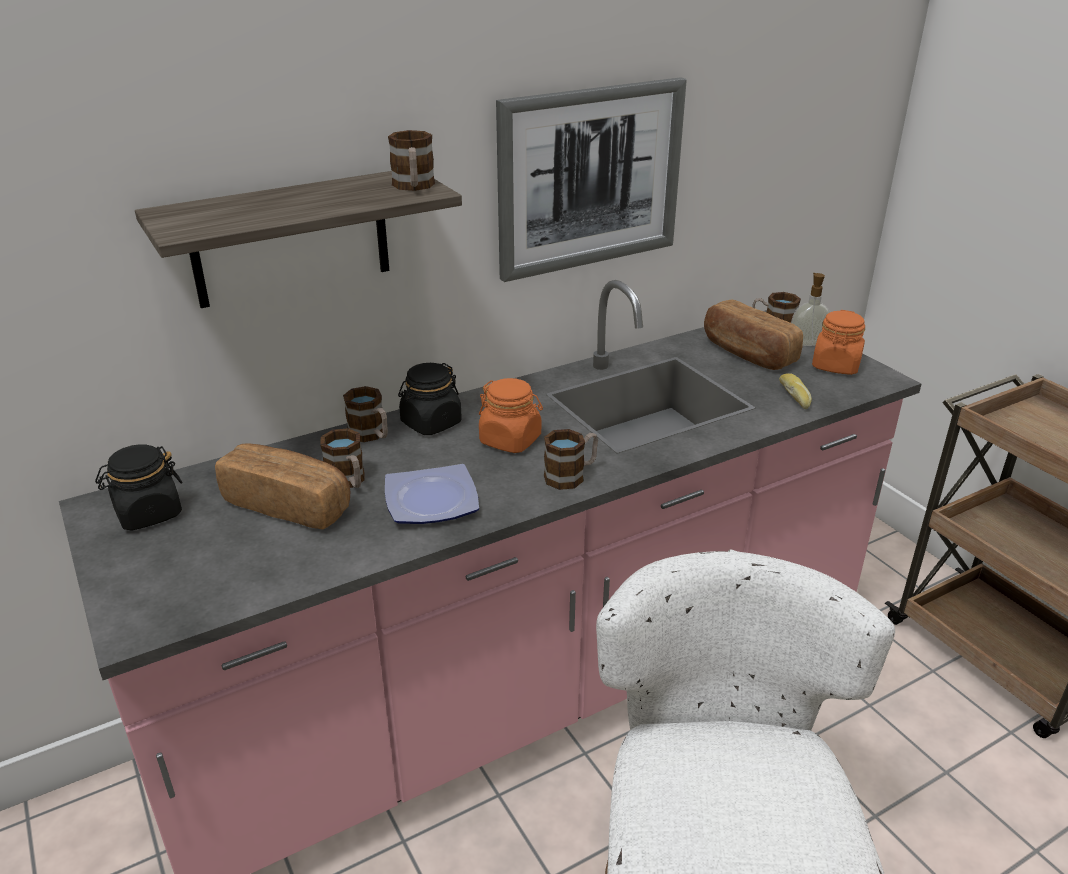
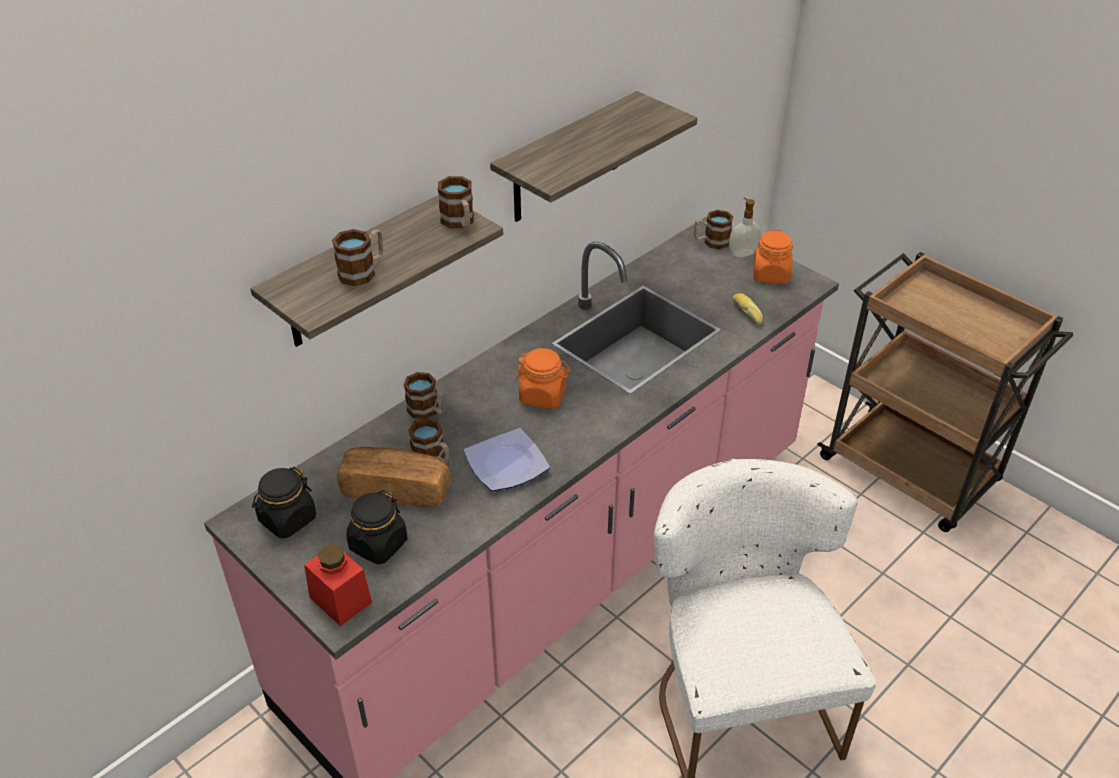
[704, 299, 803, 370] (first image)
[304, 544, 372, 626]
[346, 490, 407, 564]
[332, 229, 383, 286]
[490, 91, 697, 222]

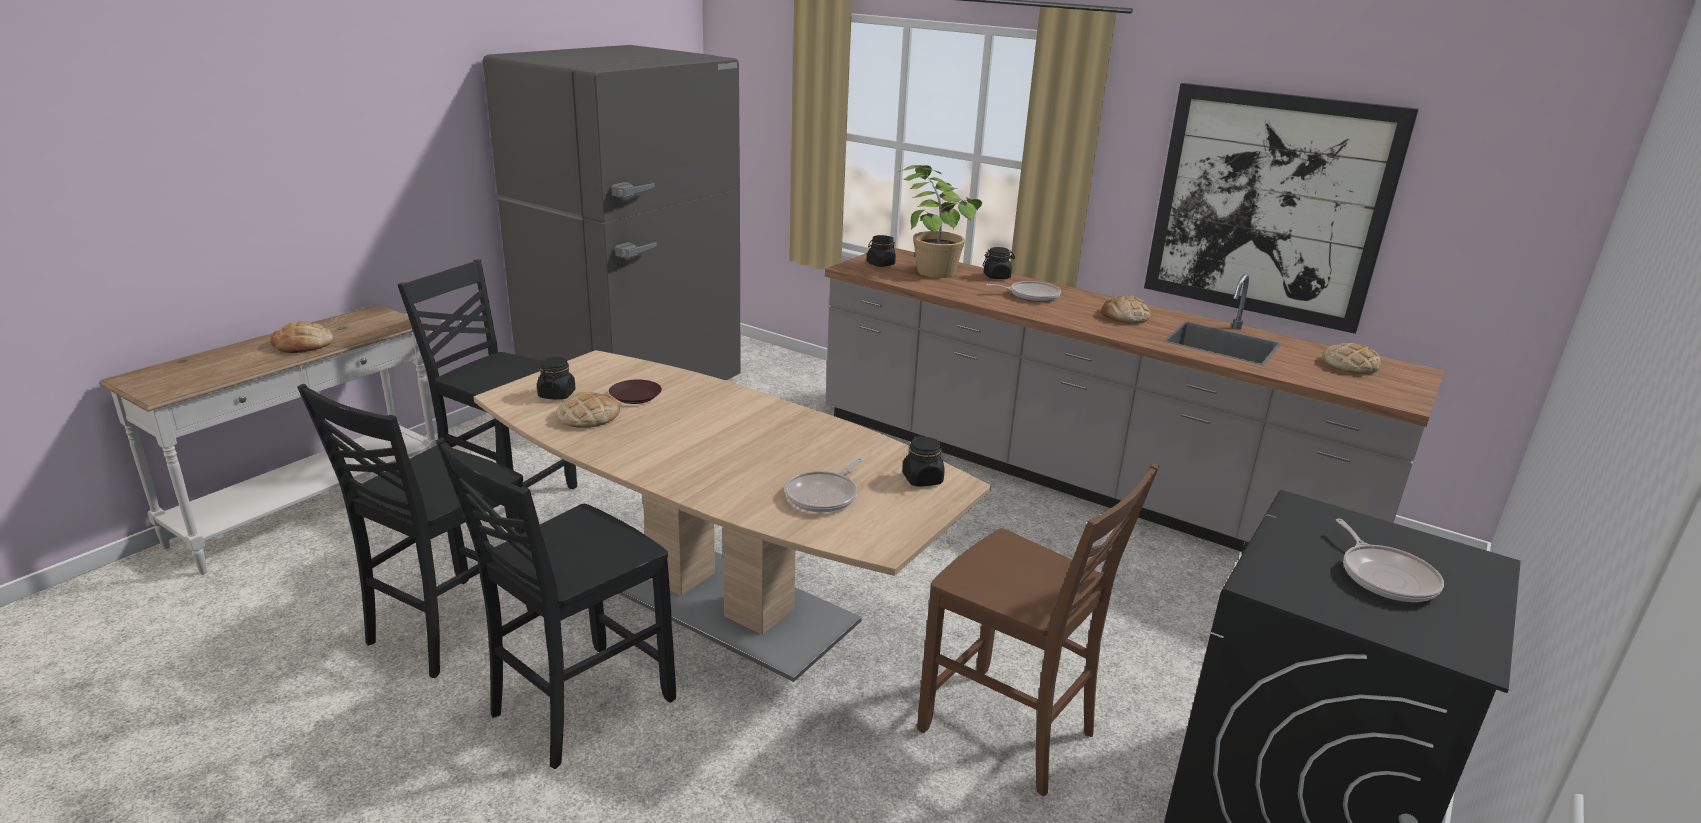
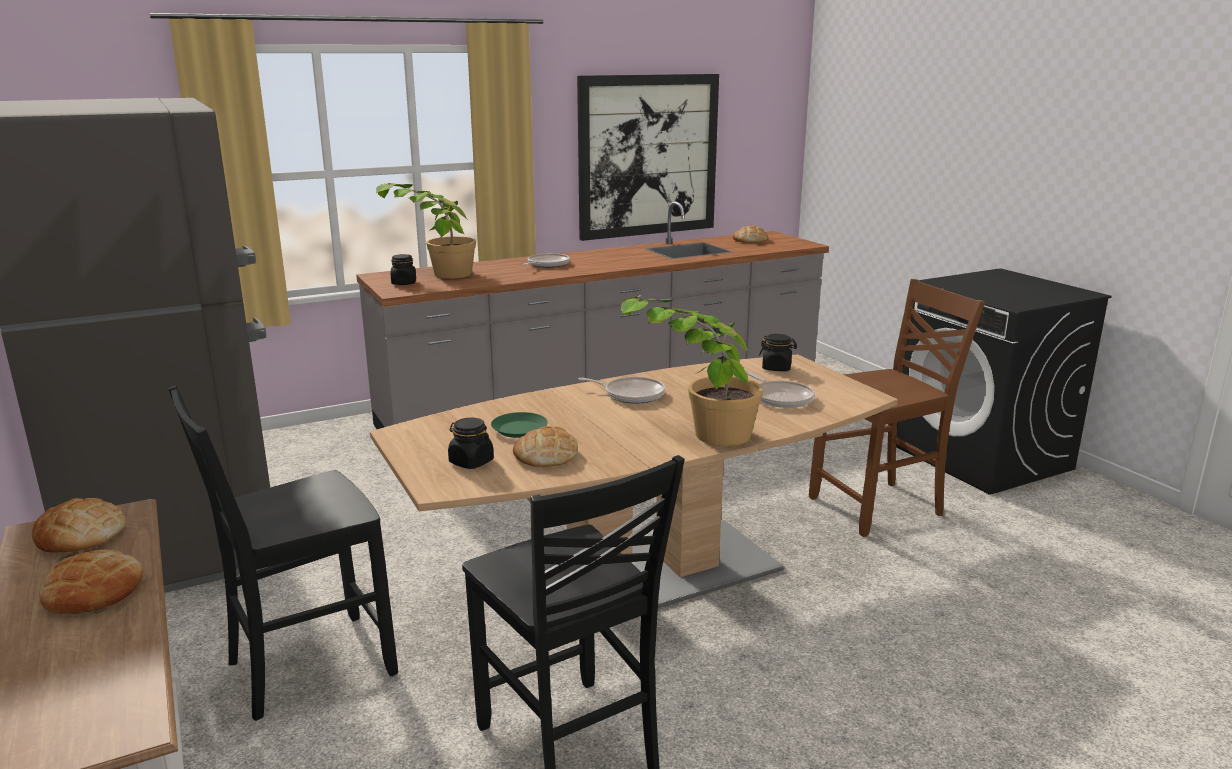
[435, 438, 676, 769] (first image)
[983, 247, 1015, 279] (first image)
[621, 295, 763, 446]
[32, 498, 126, 553]
[579, 377, 665, 404]
[491, 412, 548, 438]

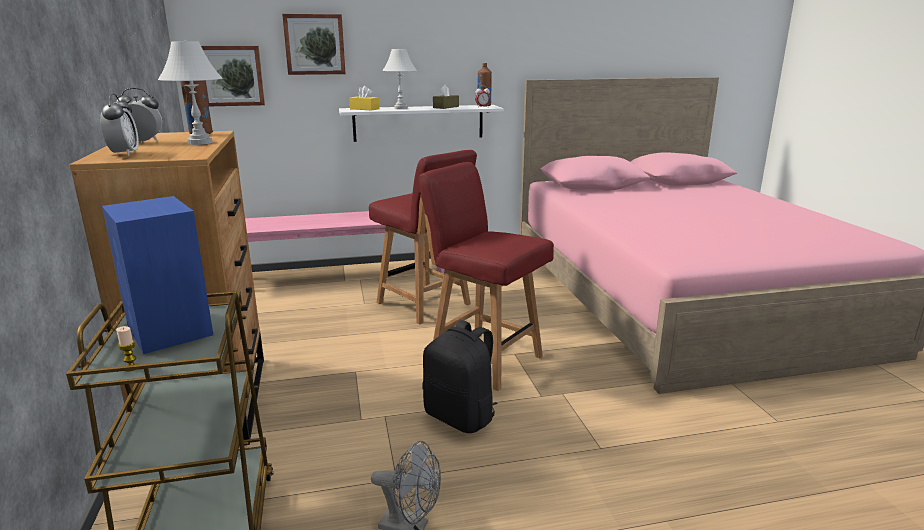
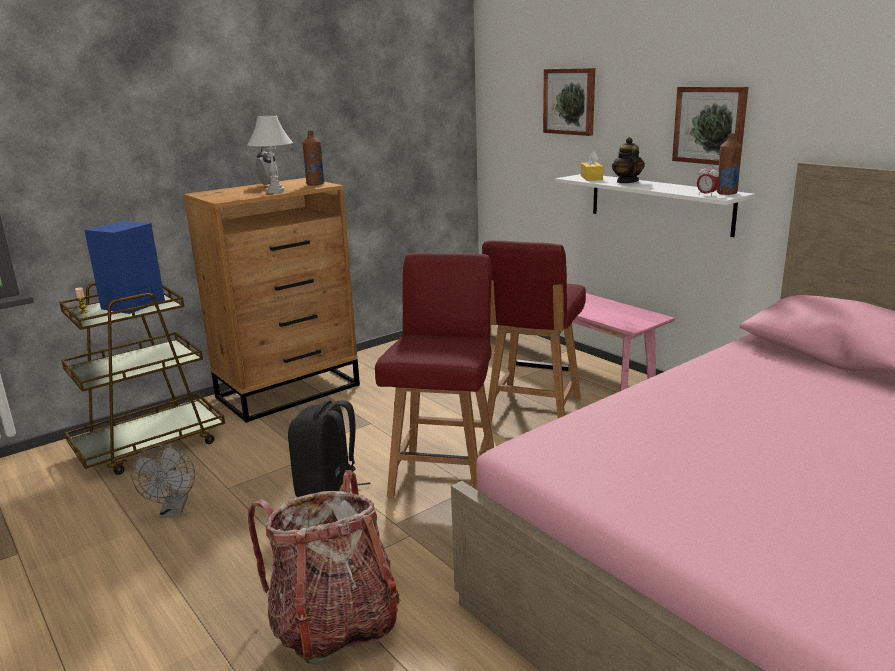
[100, 94, 139, 156] (first image)
[433, 85, 459, 109] (first image)
[248, 470, 400, 666]
[672, 87, 748, 165]
[612, 137, 645, 183]

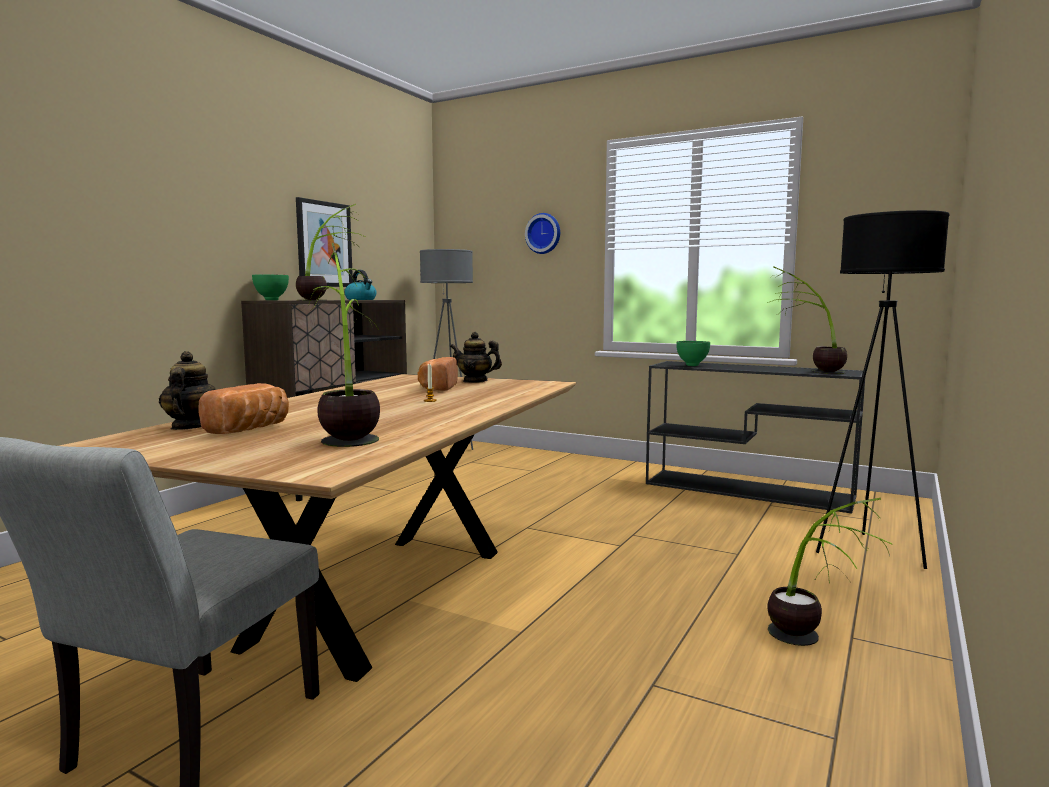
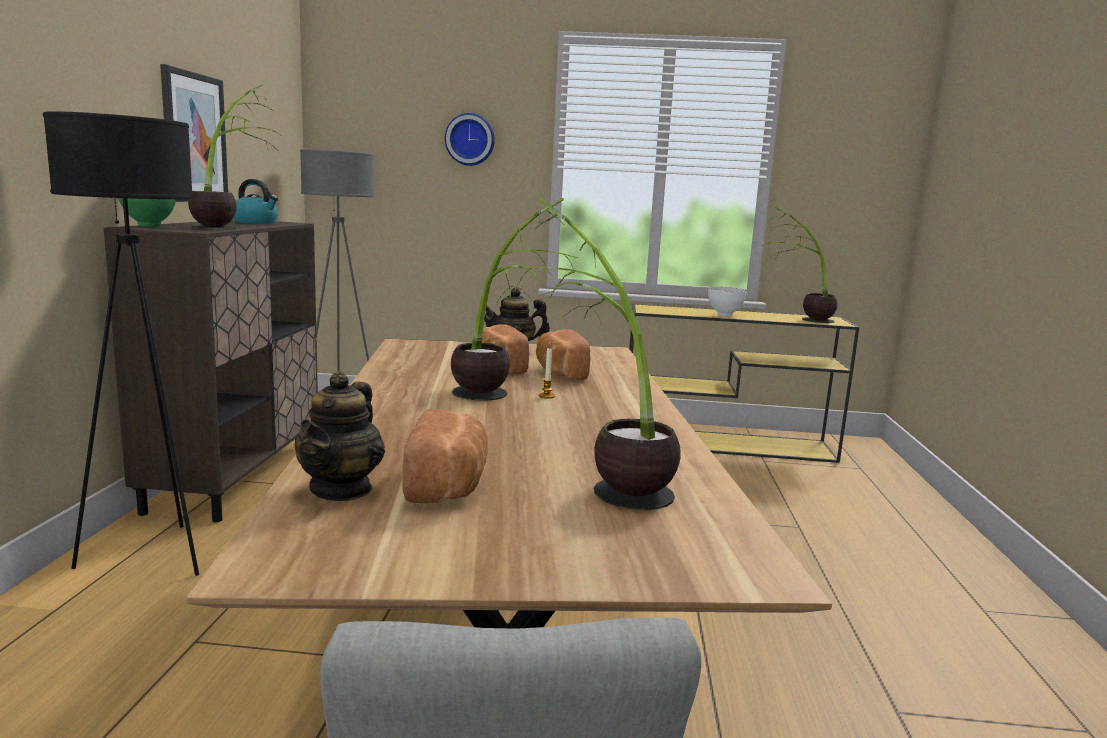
[676, 341, 710, 366] (first image)
[536, 329, 590, 380]
[708, 287, 747, 317]
[451, 198, 577, 401]
[43, 111, 199, 576]
[629, 304, 859, 463]
[294, 371, 385, 501]

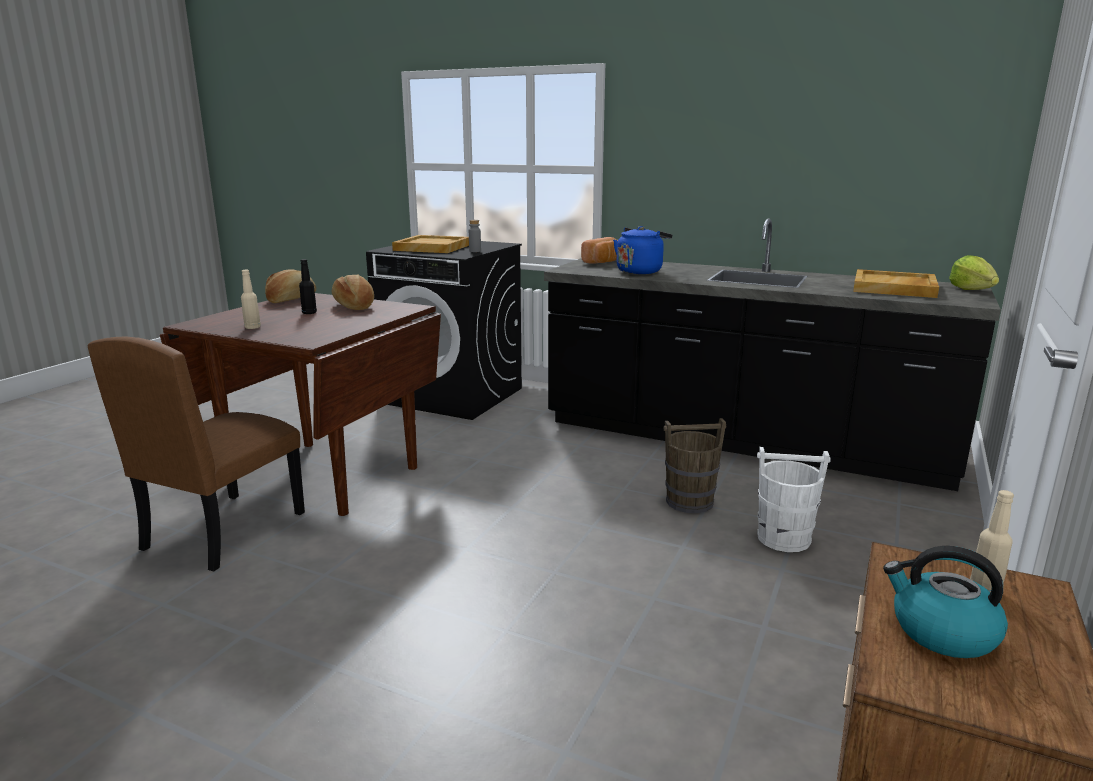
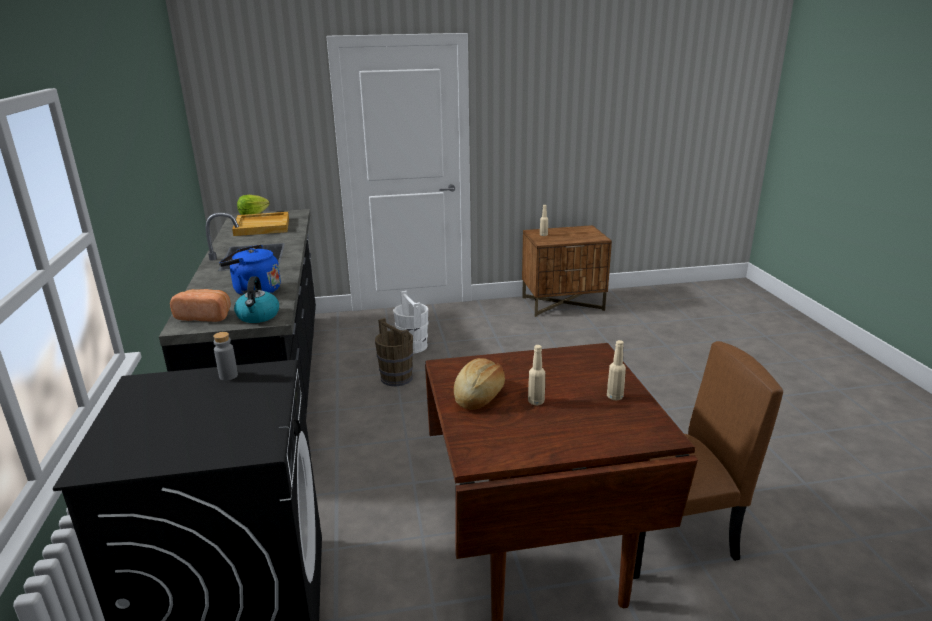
[265, 269, 316, 303] (first image)
[392, 235, 469, 253] (first image)
[234, 276, 279, 323]
[528, 345, 545, 405]

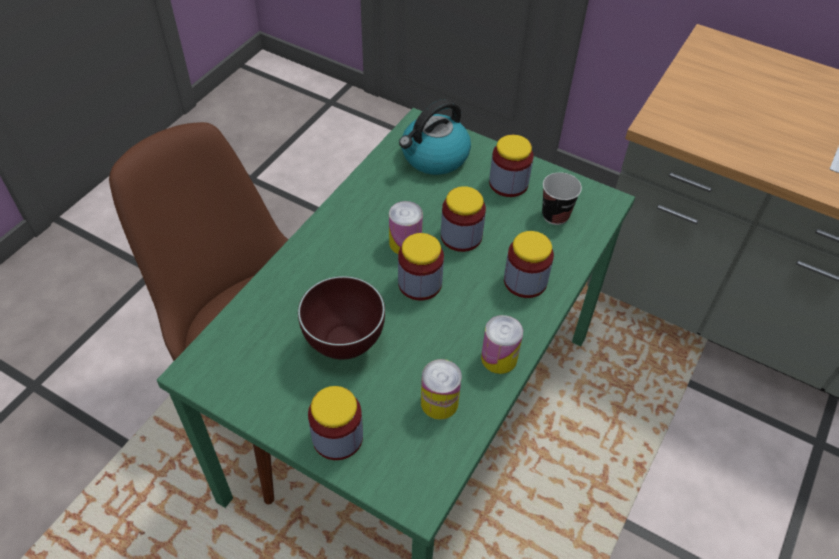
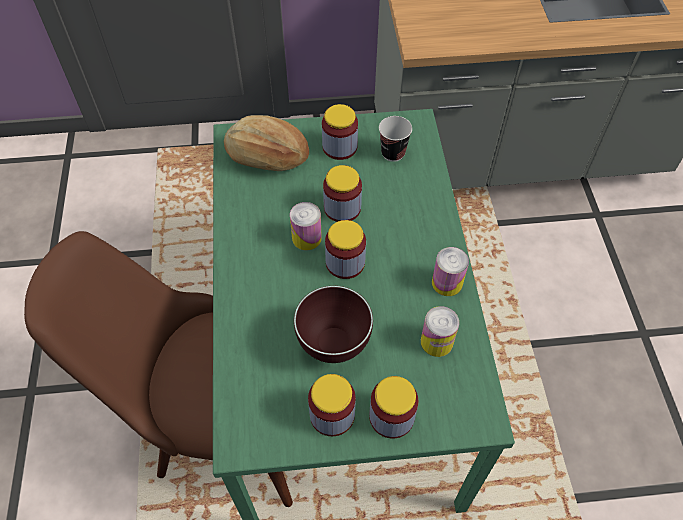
[308, 374, 356, 436]
[224, 115, 309, 171]

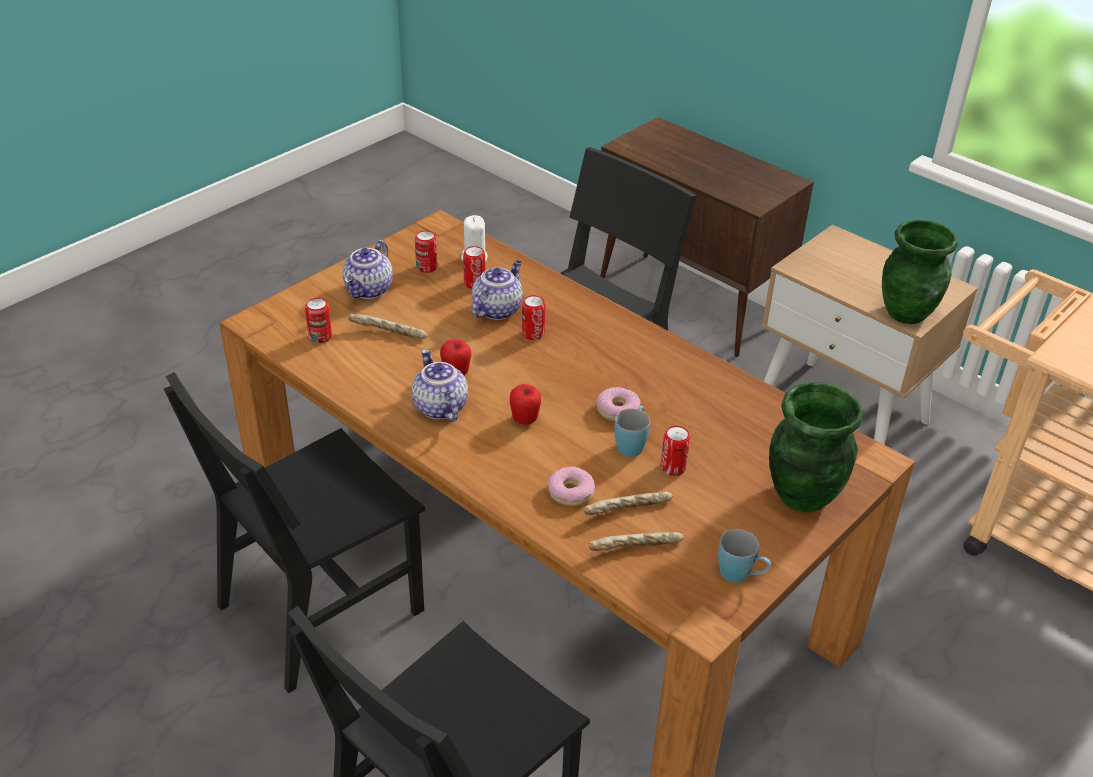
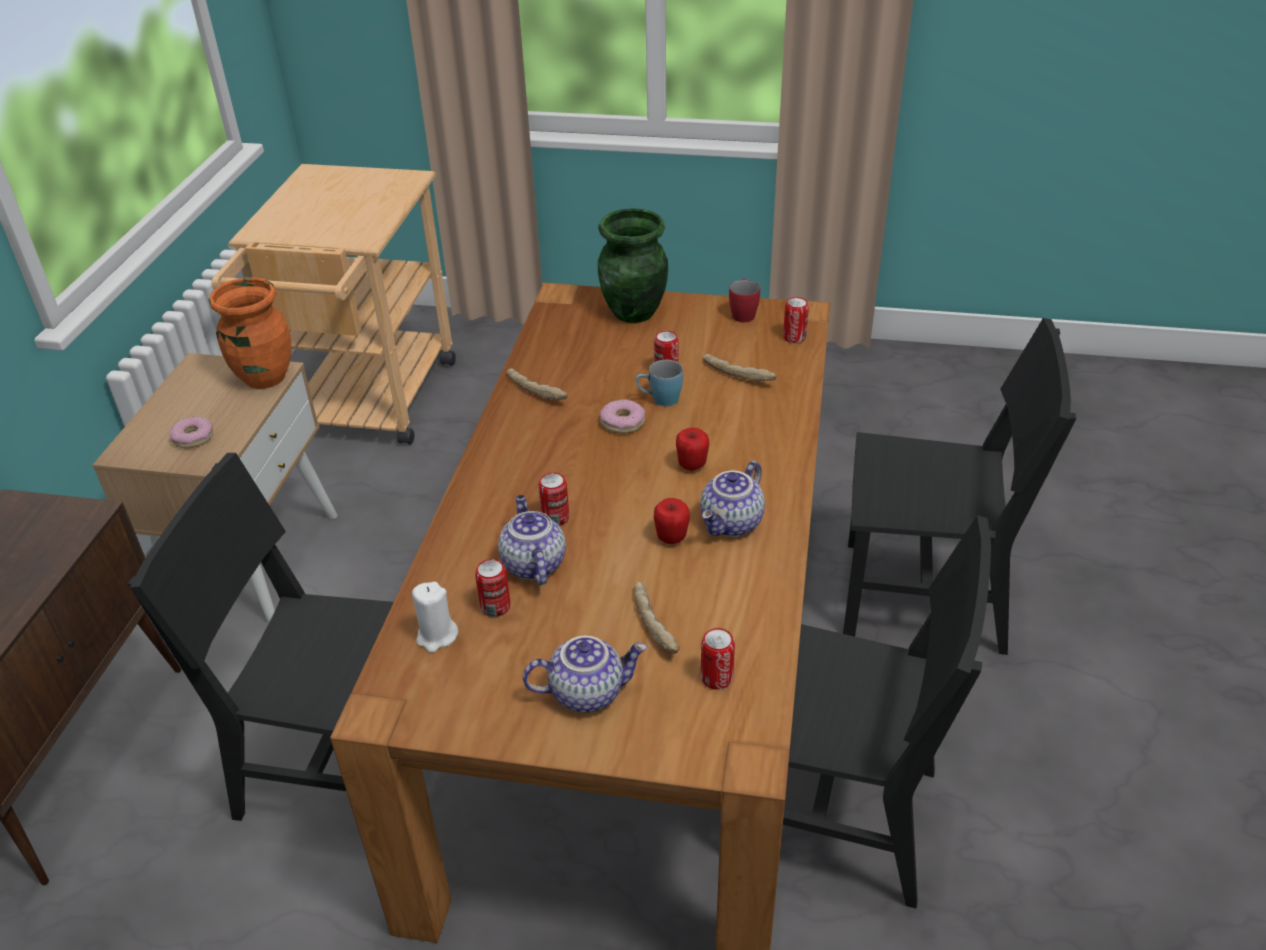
[783, 297, 809, 343]
[169, 416, 213, 448]
[506, 368, 568, 400]
[729, 278, 760, 322]
[209, 277, 292, 389]
[498, 495, 566, 585]

